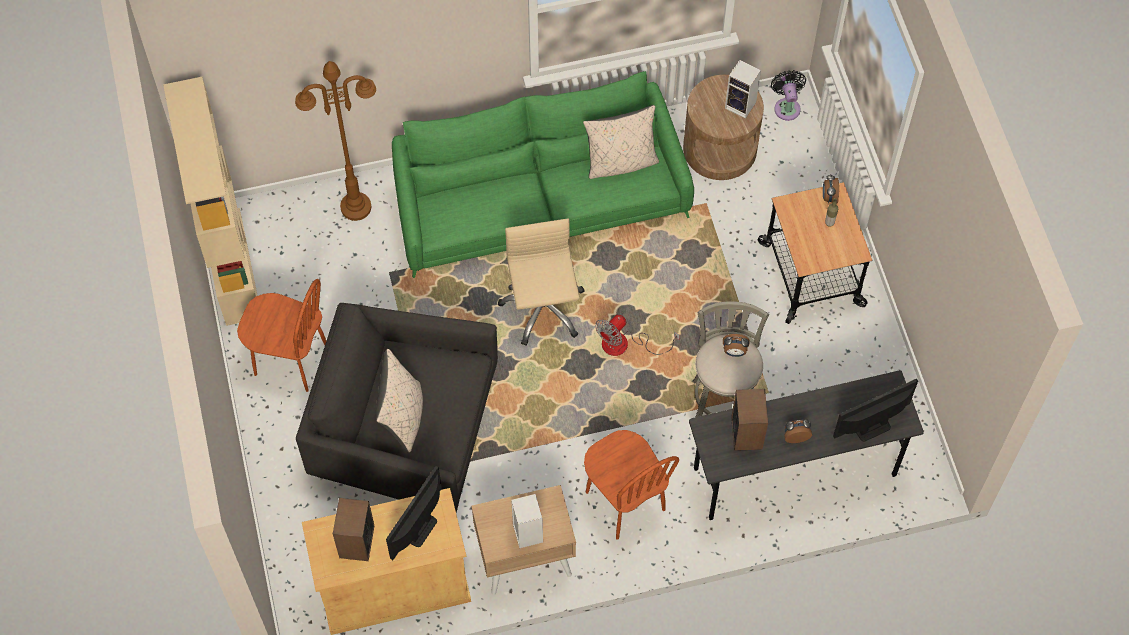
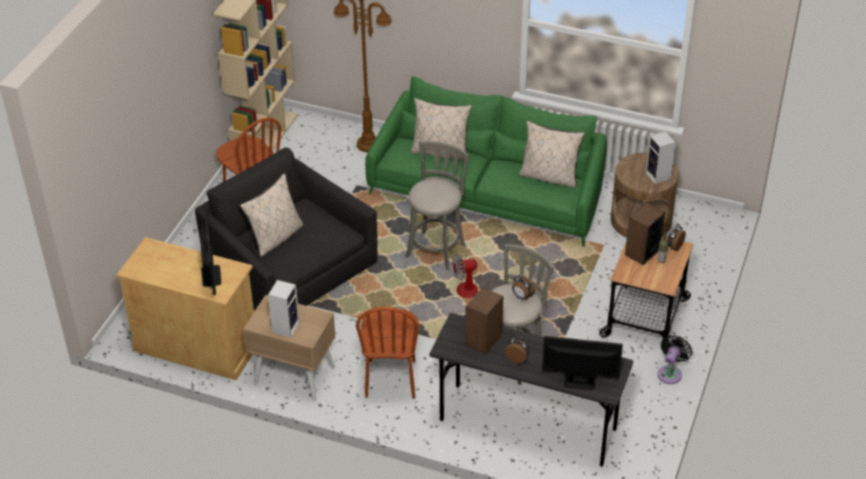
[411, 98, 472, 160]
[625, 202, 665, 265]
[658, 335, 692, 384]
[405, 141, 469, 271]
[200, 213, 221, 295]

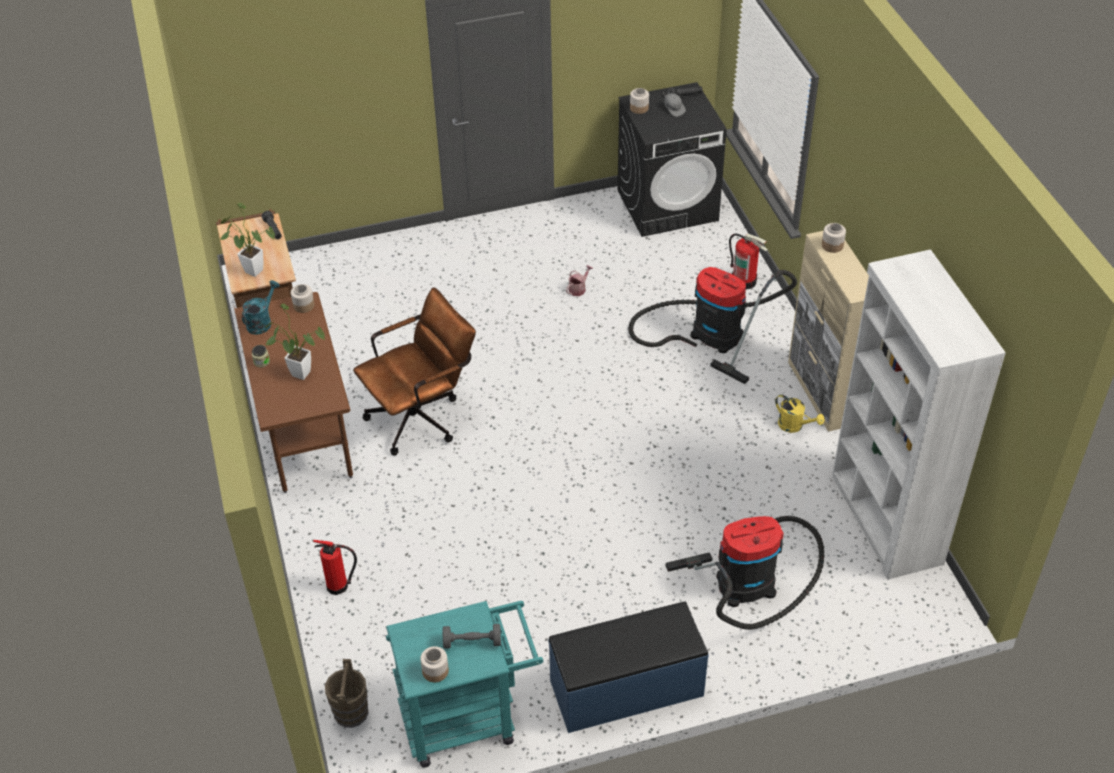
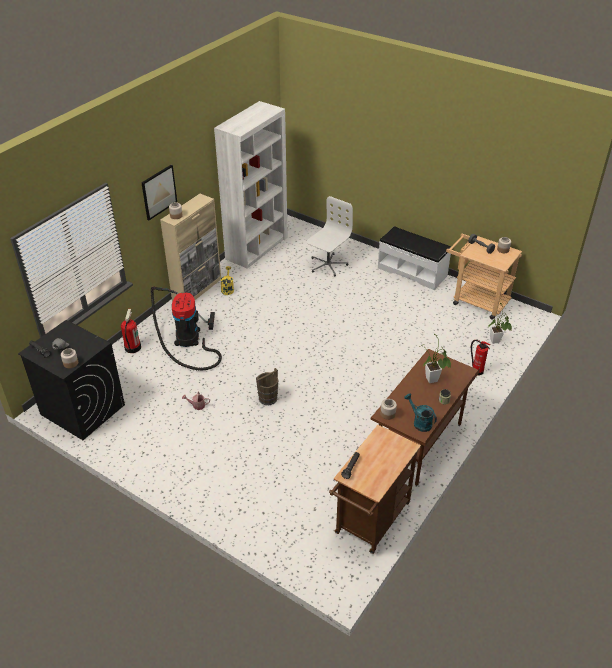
[353, 287, 476, 456] (first image)
[141, 165, 177, 220]
[488, 303, 512, 344]
[256, 368, 278, 405]
[307, 196, 353, 277]
[446, 234, 522, 320]
[378, 226, 451, 290]
[404, 393, 437, 432]

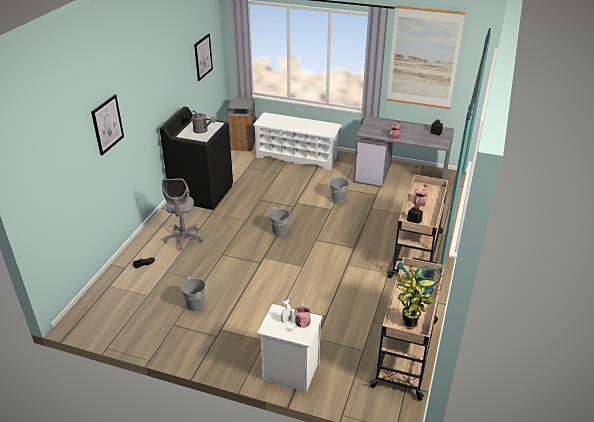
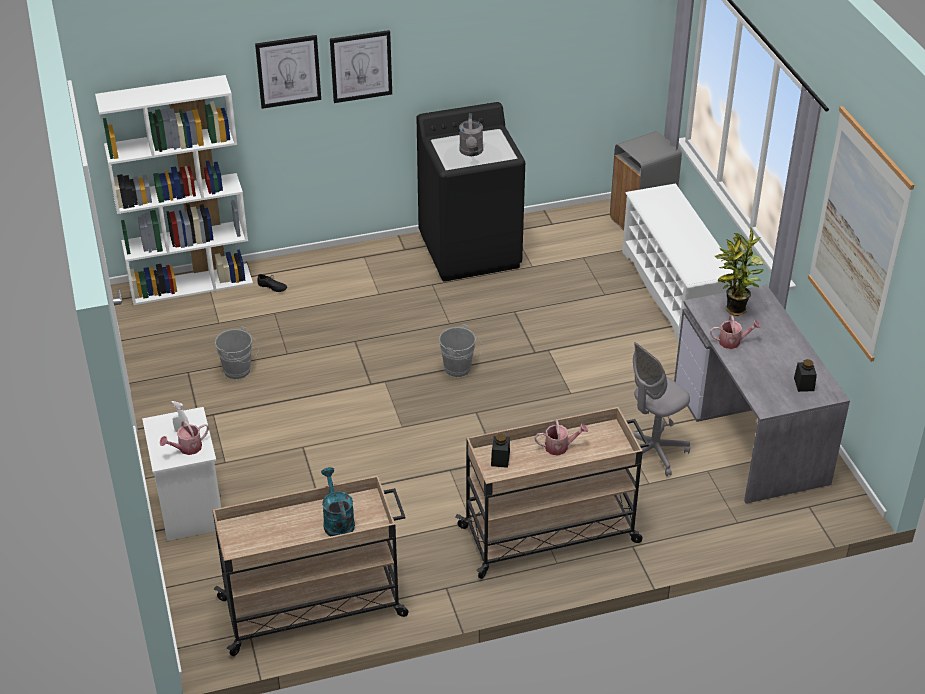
[327, 176, 349, 204] (first image)
[95, 75, 253, 305]
[631, 342, 690, 476]
[330, 30, 392, 103]
[715, 228, 764, 316]

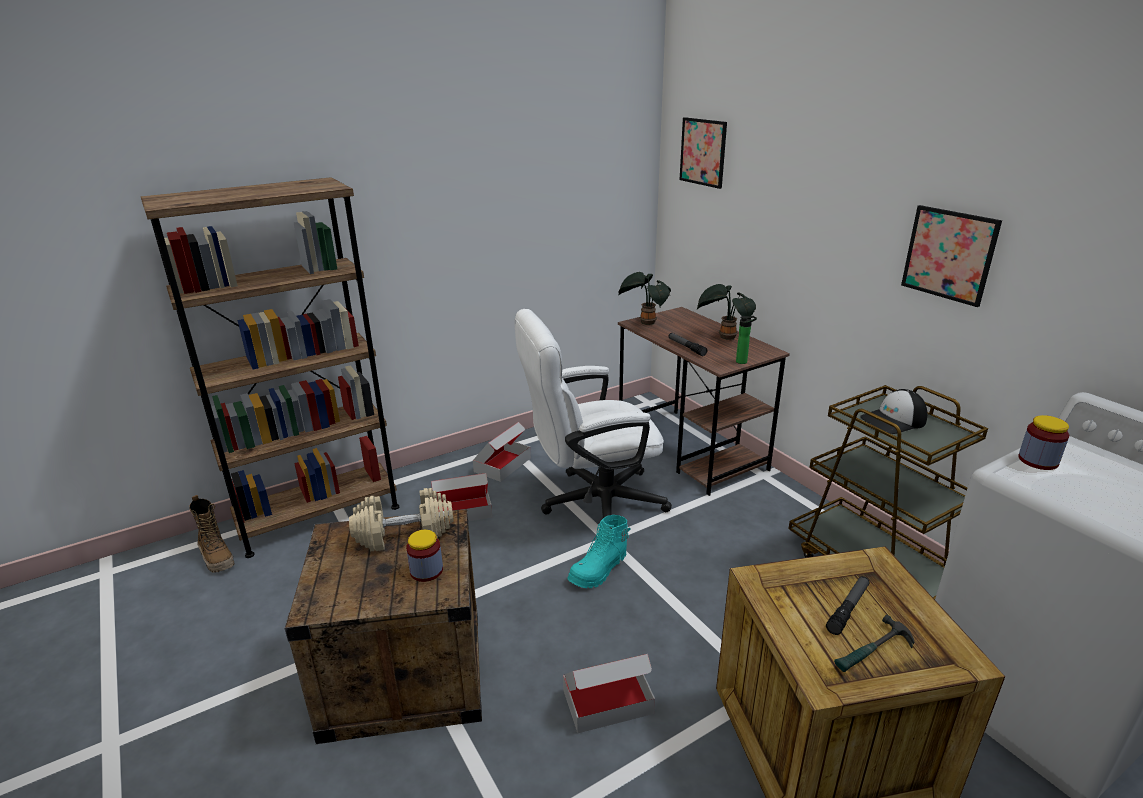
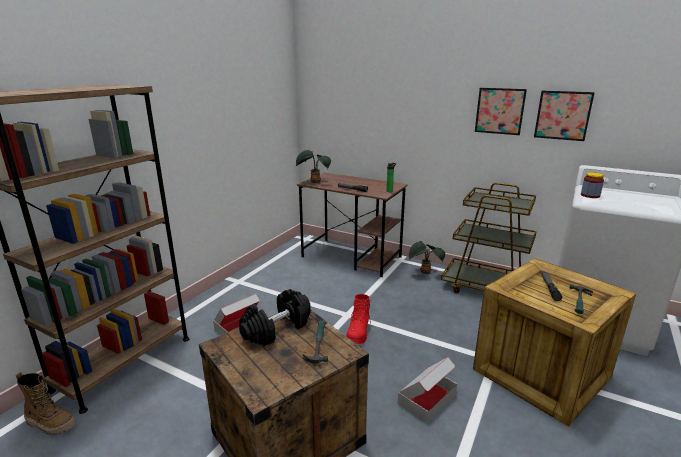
[473, 422, 531, 482] (first image)
[514, 309, 672, 518] (first image)
[860, 389, 927, 434] (first image)
[534, 91, 595, 141]
[409, 241, 445, 274]
[302, 321, 328, 364]
[239, 289, 311, 346]
[346, 294, 371, 344]

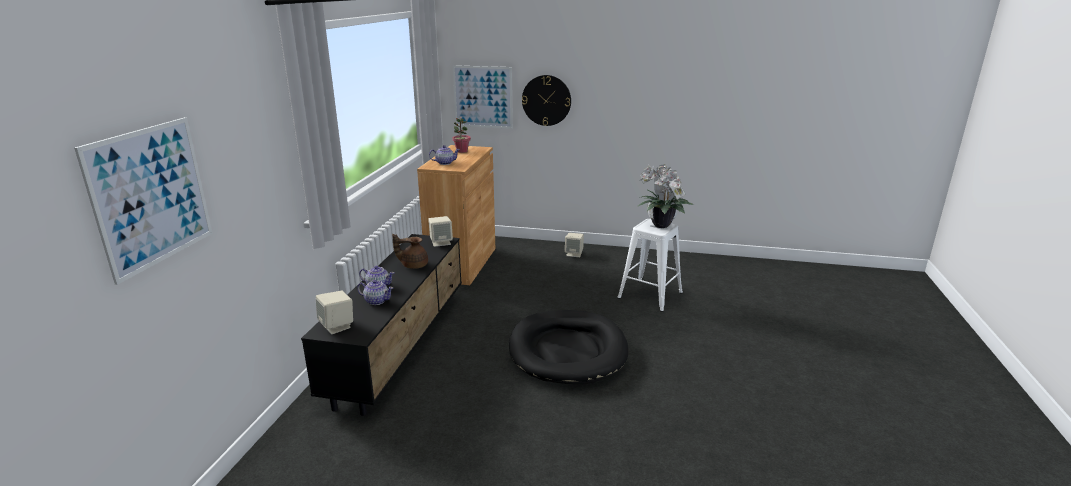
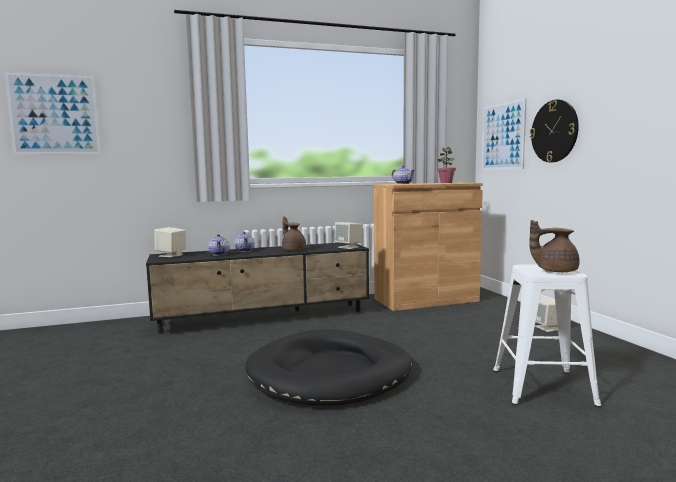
[529, 220, 580, 272]

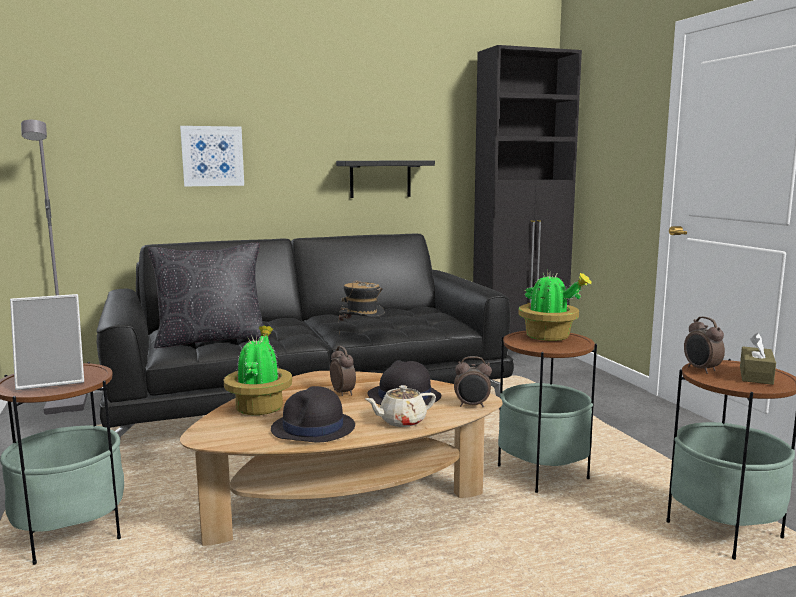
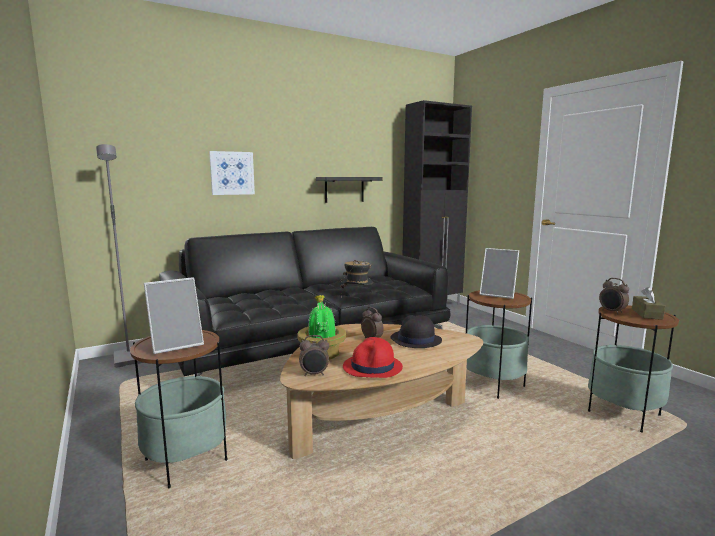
[148, 243, 264, 348] (first image)
[365, 385, 436, 427] (first image)
[299, 335, 329, 376]
[480, 248, 519, 299]
[343, 337, 403, 378]

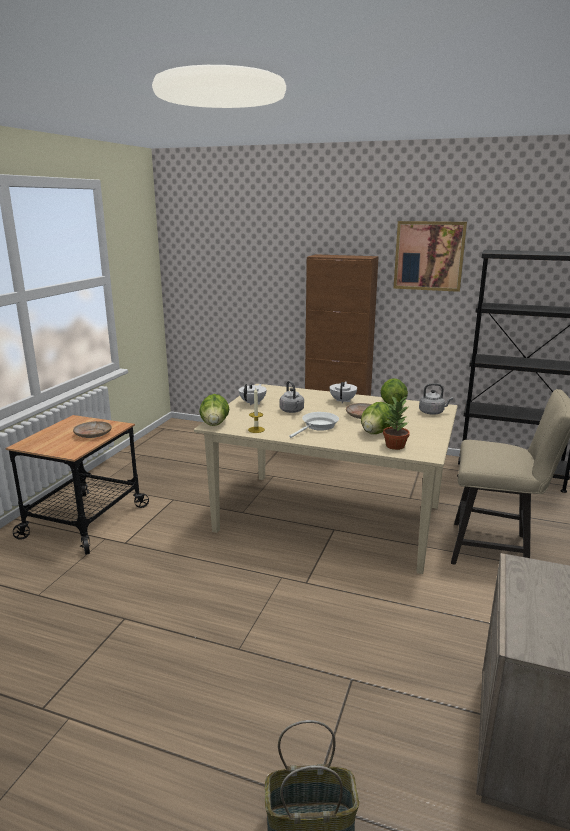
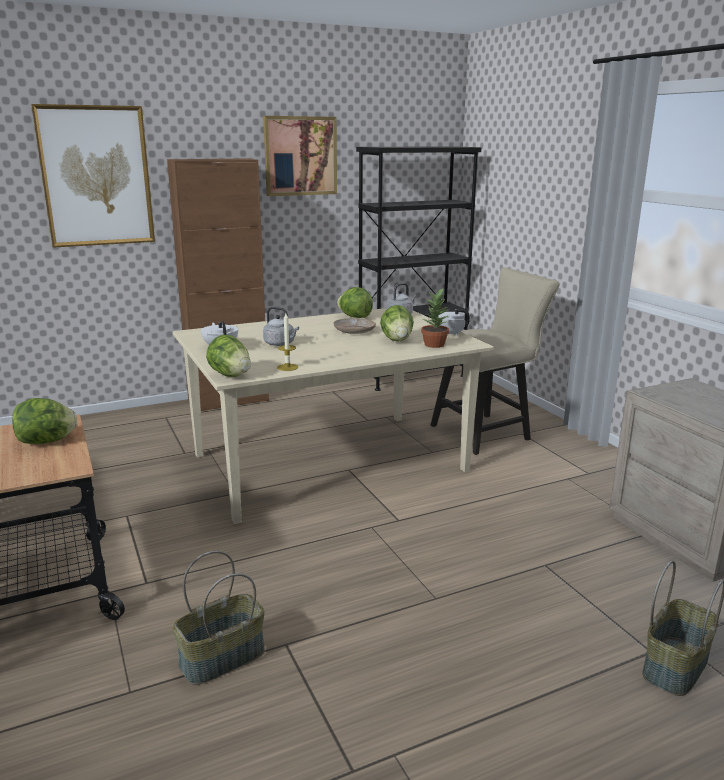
[289, 412, 339, 438] (first image)
[31, 104, 155, 248]
[172, 551, 265, 685]
[438, 308, 470, 335]
[12, 398, 78, 444]

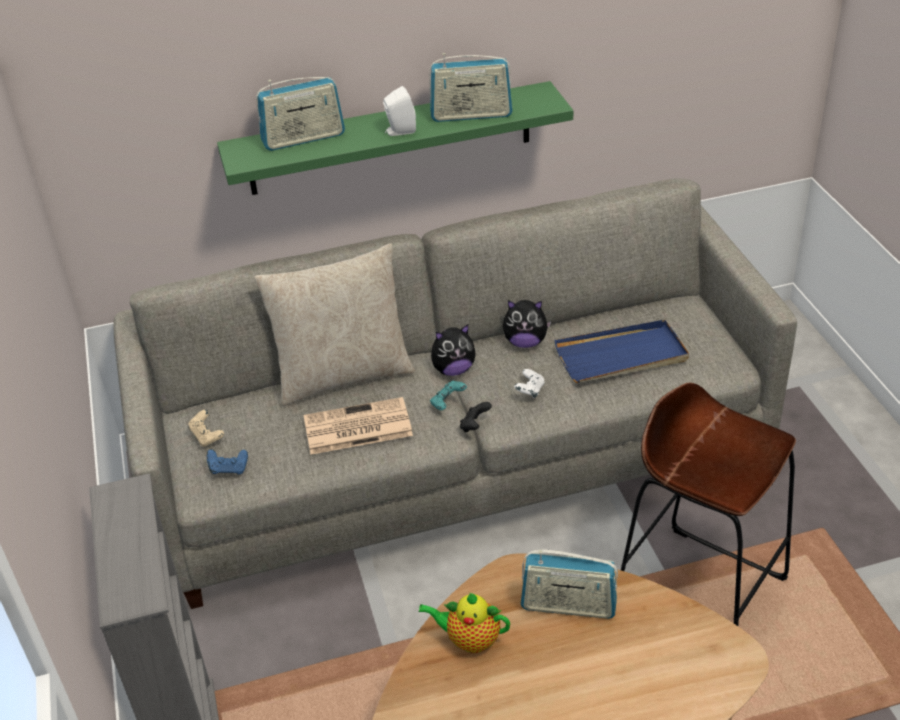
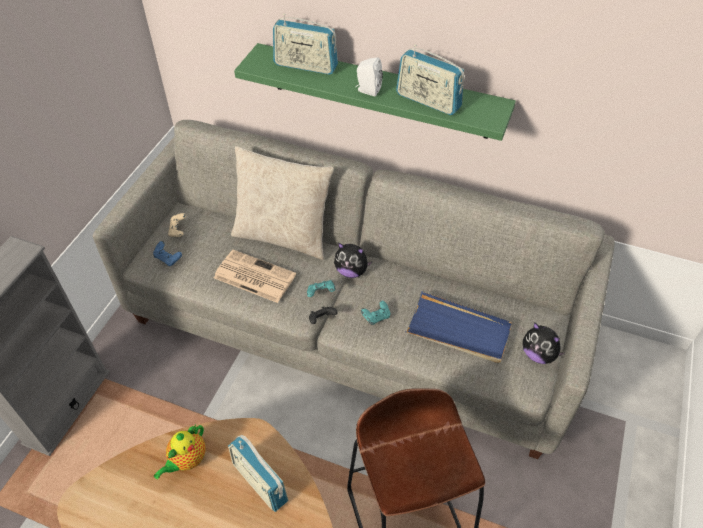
[523, 322, 565, 364]
[361, 301, 390, 325]
[154, 425, 206, 479]

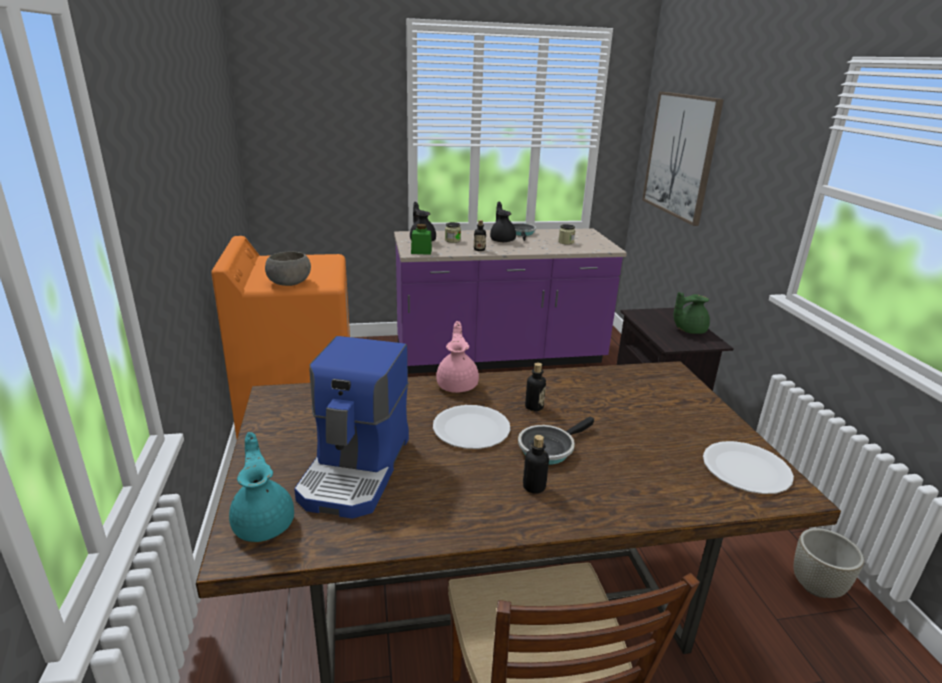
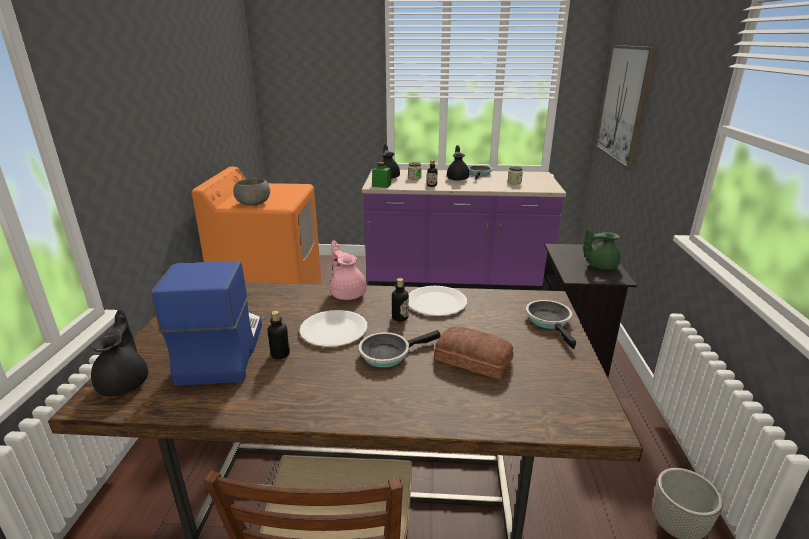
[434, 326, 514, 379]
[526, 300, 576, 349]
[268, 311, 290, 359]
[408, 286, 467, 316]
[91, 309, 148, 397]
[151, 261, 262, 386]
[330, 241, 367, 300]

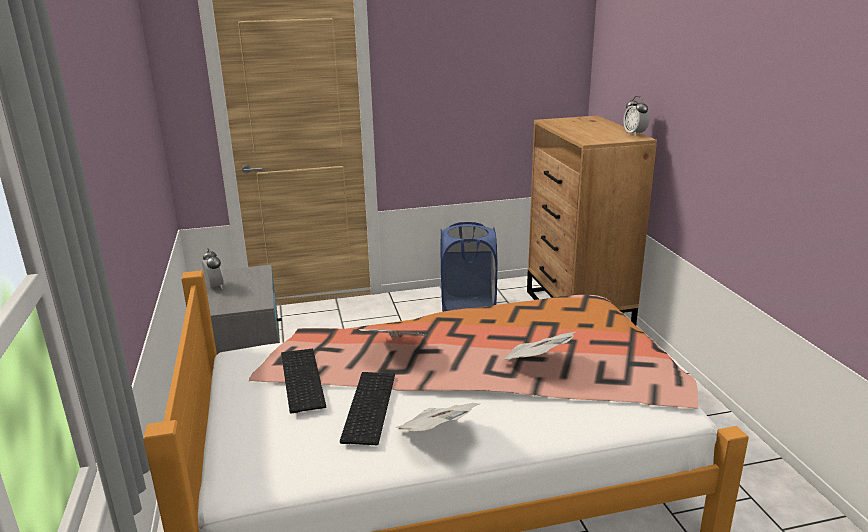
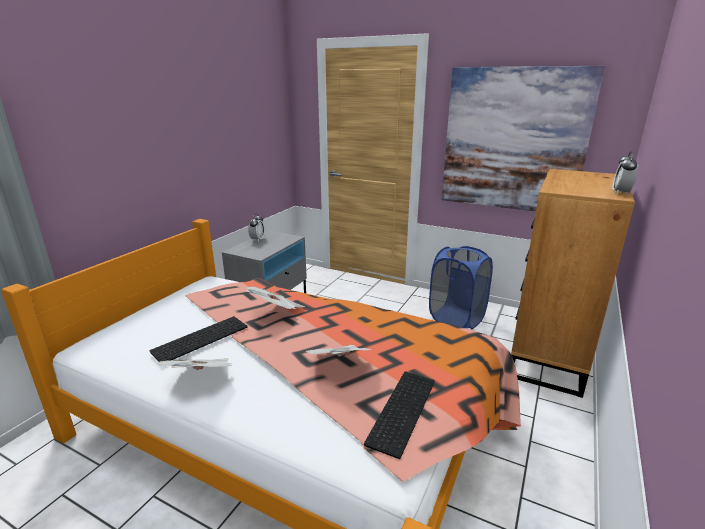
[442, 66, 605, 211]
[364, 371, 435, 459]

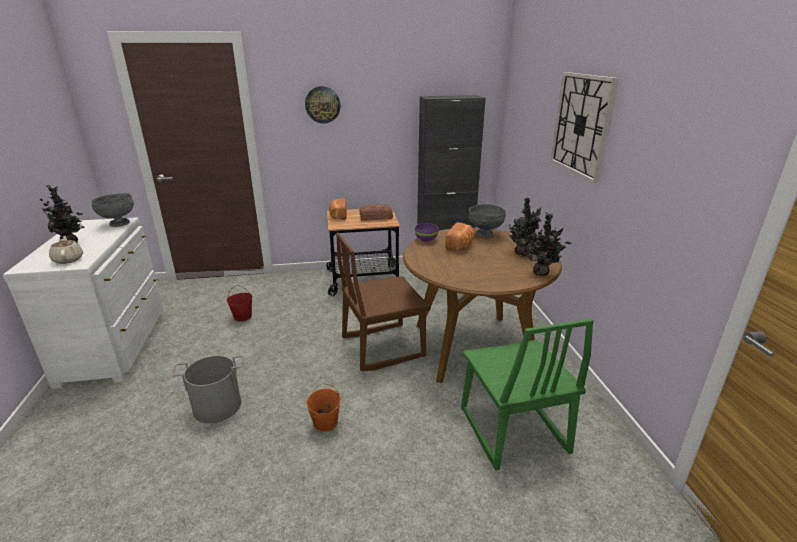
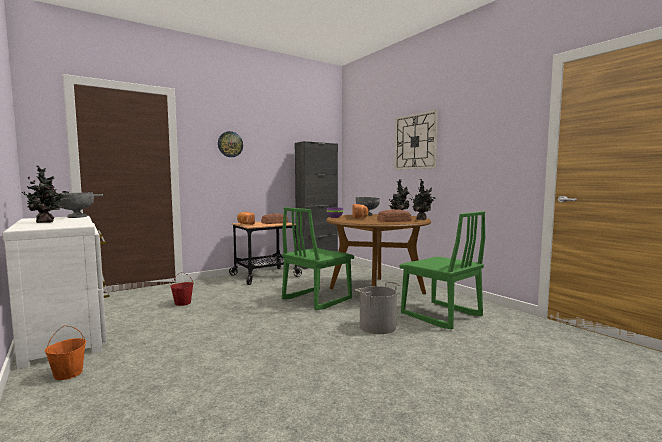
[49, 236, 83, 264] (first image)
[377, 209, 411, 222]
[355, 281, 401, 334]
[45, 325, 86, 380]
[282, 207, 354, 310]

